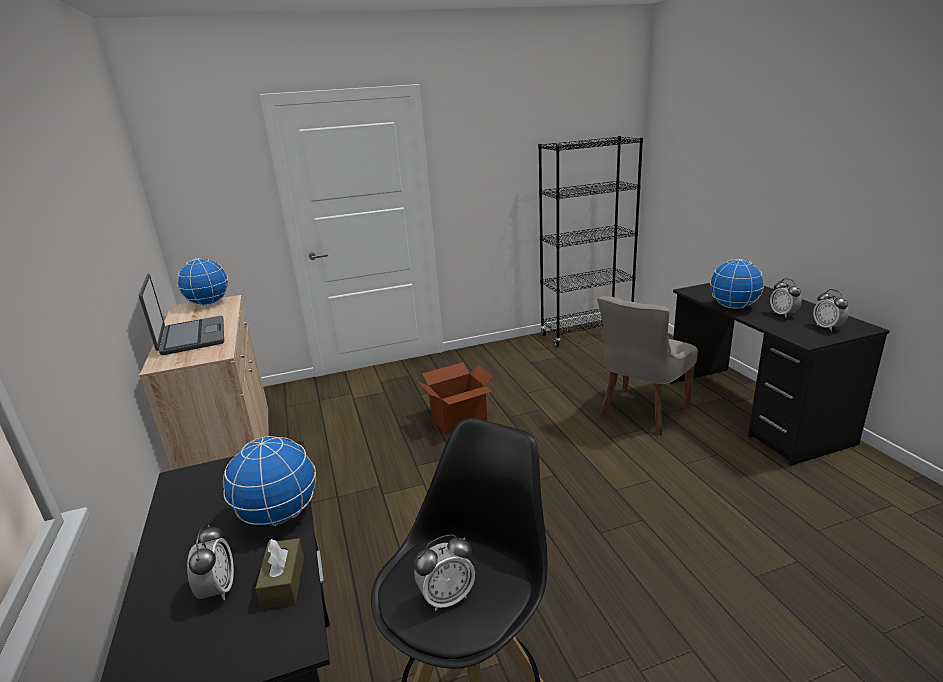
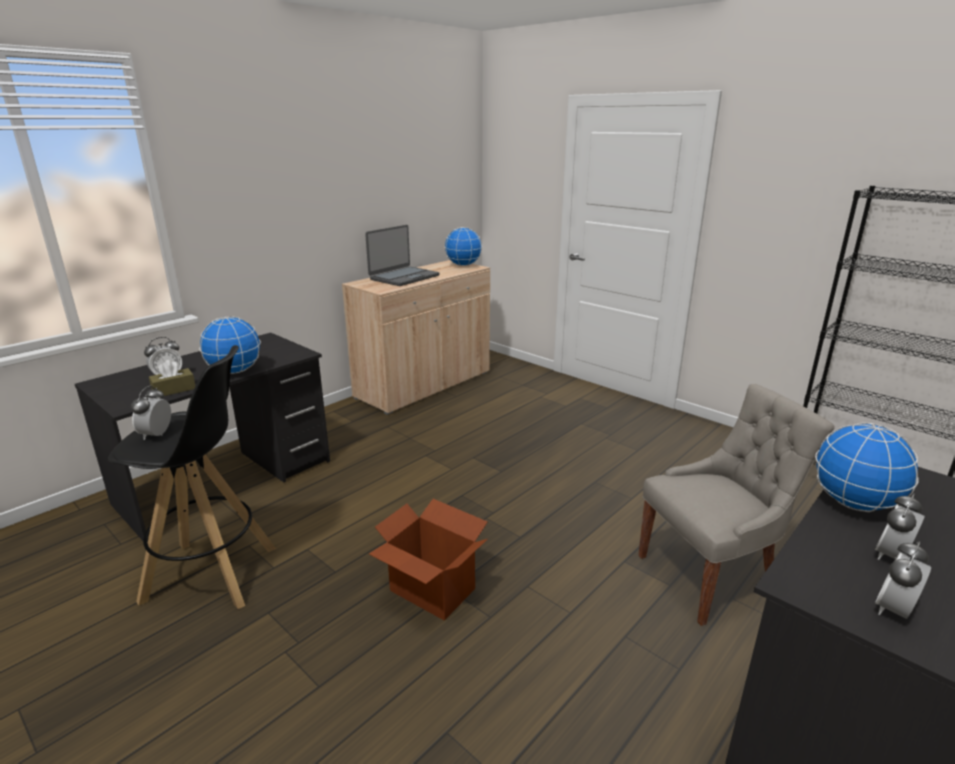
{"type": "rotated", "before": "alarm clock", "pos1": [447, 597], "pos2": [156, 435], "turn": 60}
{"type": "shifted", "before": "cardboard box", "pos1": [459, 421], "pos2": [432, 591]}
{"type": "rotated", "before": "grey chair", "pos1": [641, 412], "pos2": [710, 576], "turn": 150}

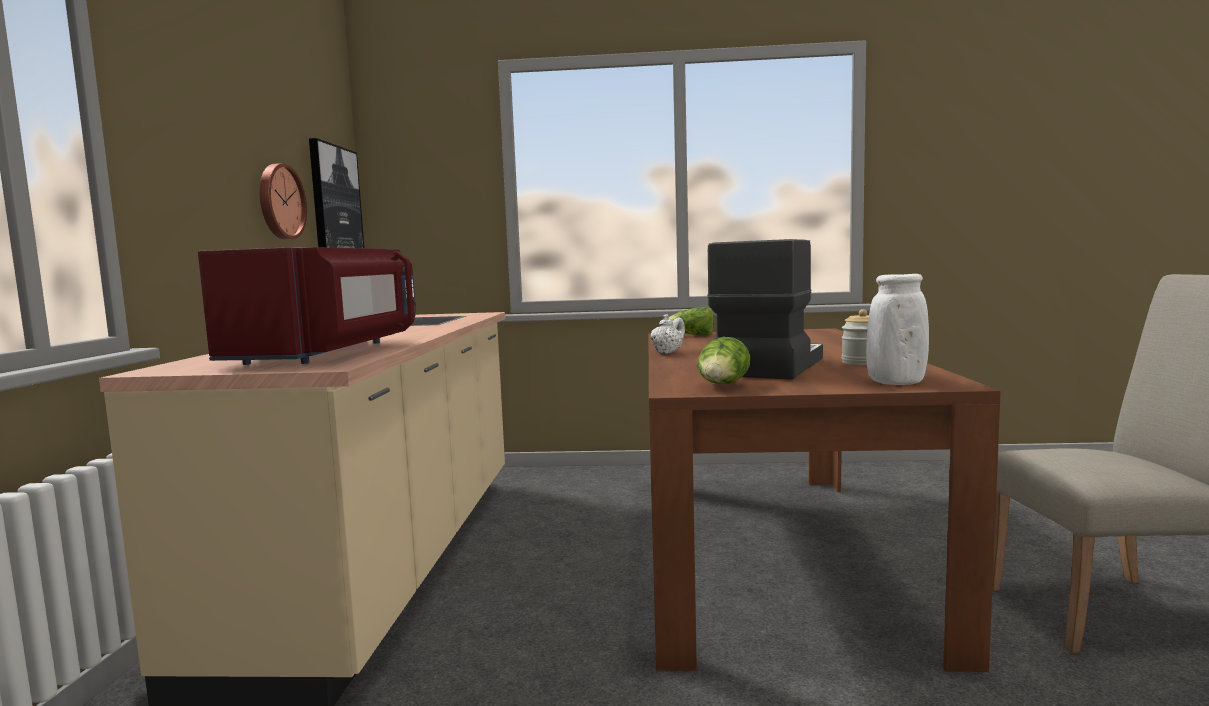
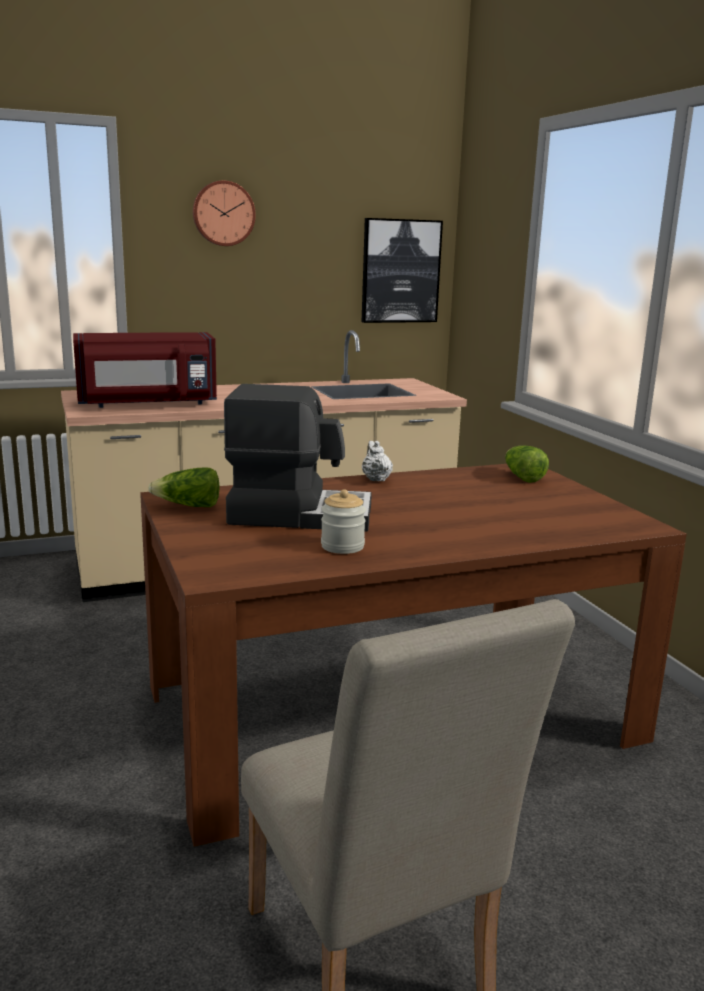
{"type": "shifted", "before": "wall clock", "pos1": [279, 202], "pos2": [223, 213]}
{"type": "rotated", "before": "white teapot", "pos1": [668, 352], "pos2": [376, 479], "turn": -120}
{"type": "gone", "before": "white vase", "pos1": [896, 383]}

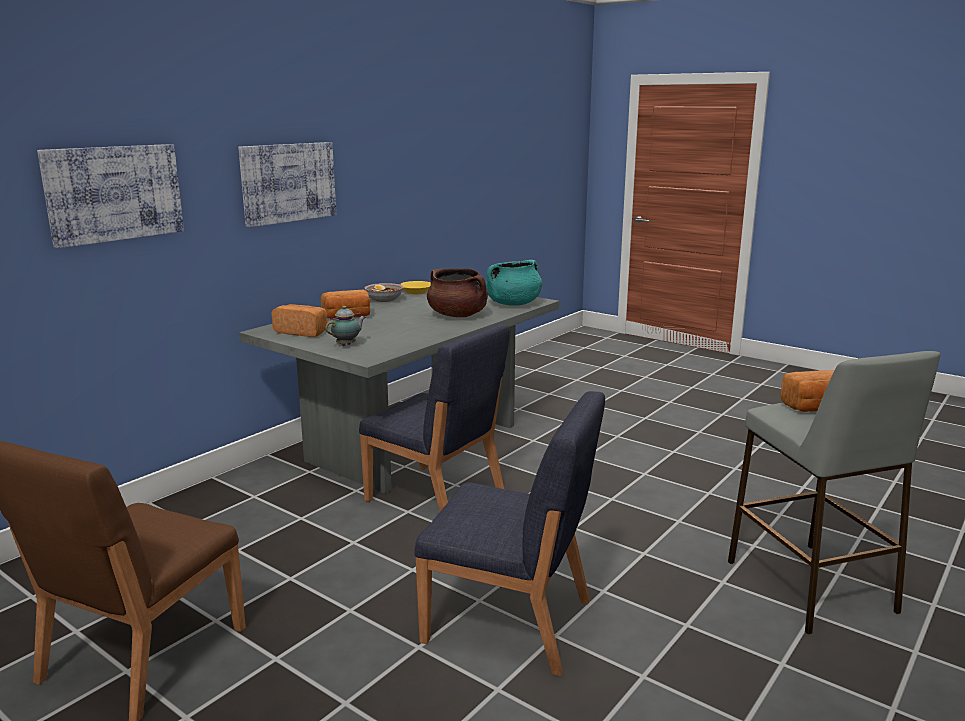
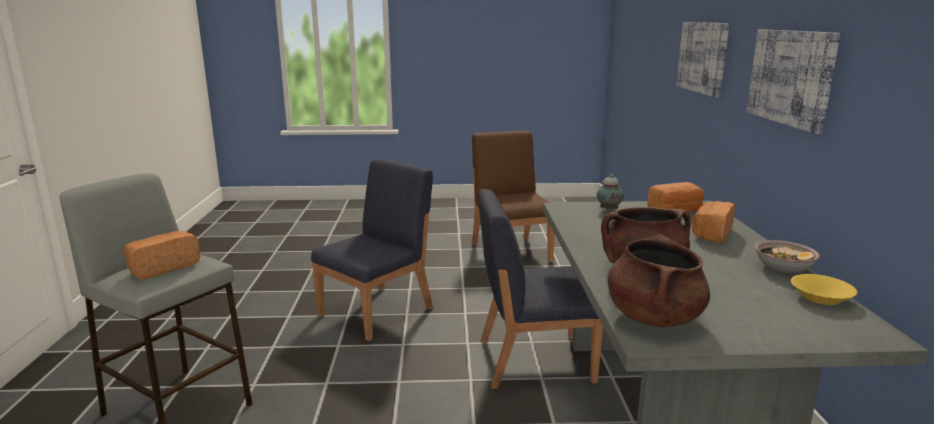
{"type": "rotated", "before": "blue chair", "pos1": [510, 622], "pos2": [377, 311], "turn": 150}
{"type": "repainted", "before": "turquoise cooking pot", "after": "brown cooking pot", "pos1": [513, 304], "pos2": [653, 317]}

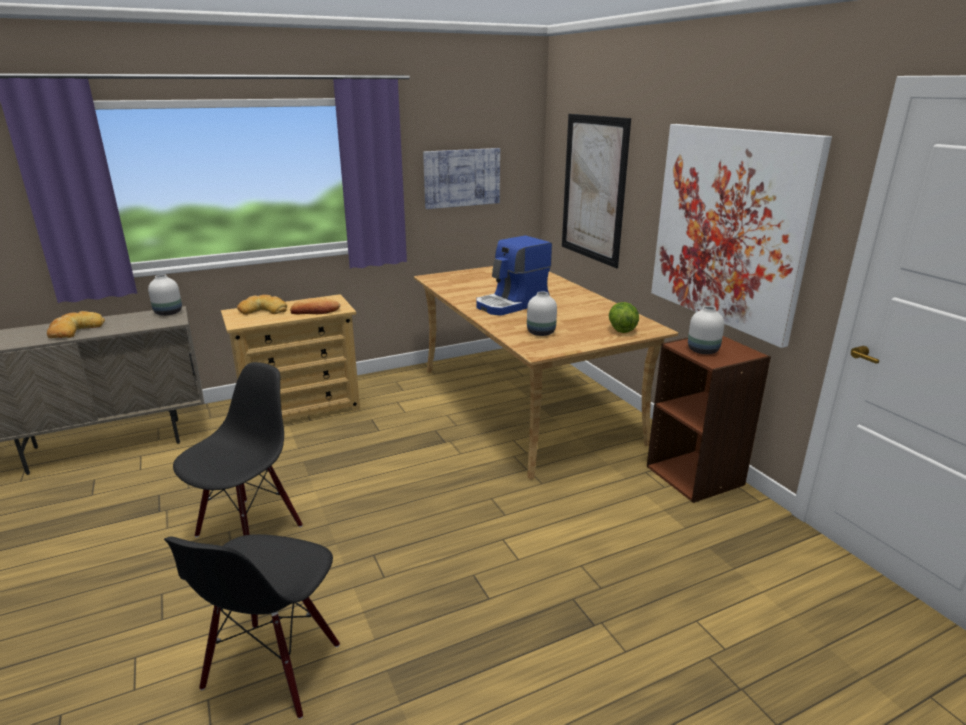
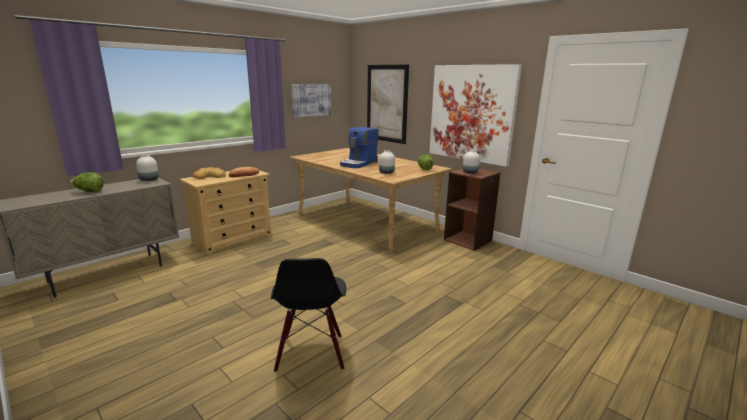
{"type": "swapped", "before": "bread", "after": "lettuce", "pos1": [75, 330], "pos2": [89, 192]}
{"type": "gone", "before": "black chair", "pos1": [249, 529]}

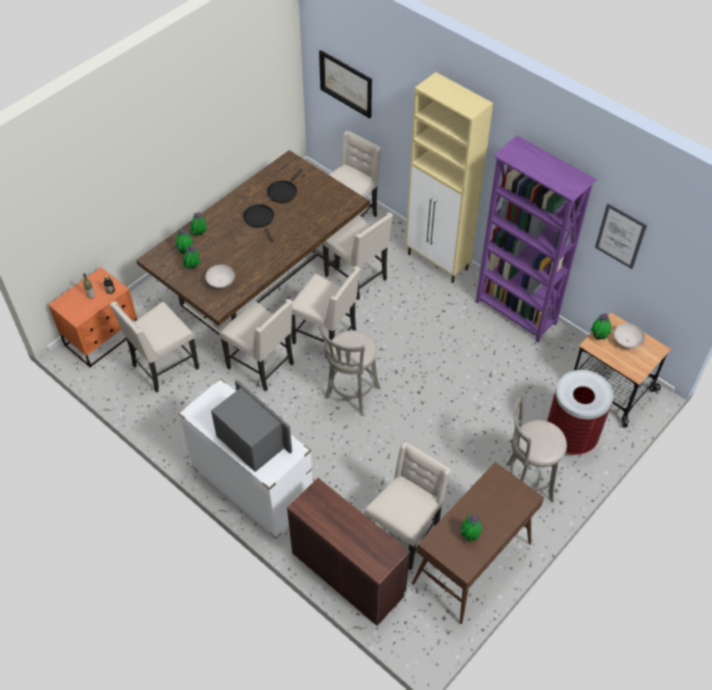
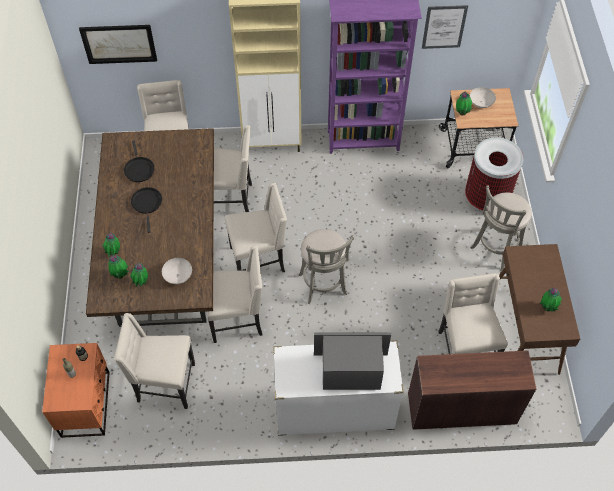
{"type": "rotated", "before": "beige chair", "pos1": [164, 367], "pos2": [164, 384], "turn": 90}
{"type": "rotated", "before": "black frying pan", "pos1": [260, 219], "pos2": [147, 204], "turn": 60}

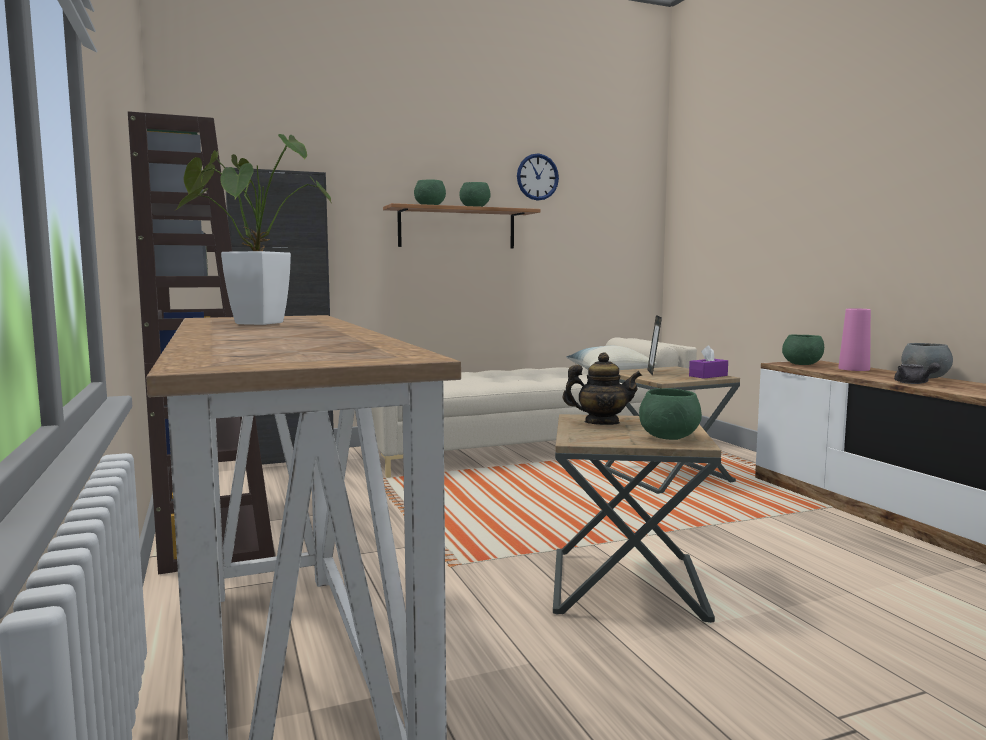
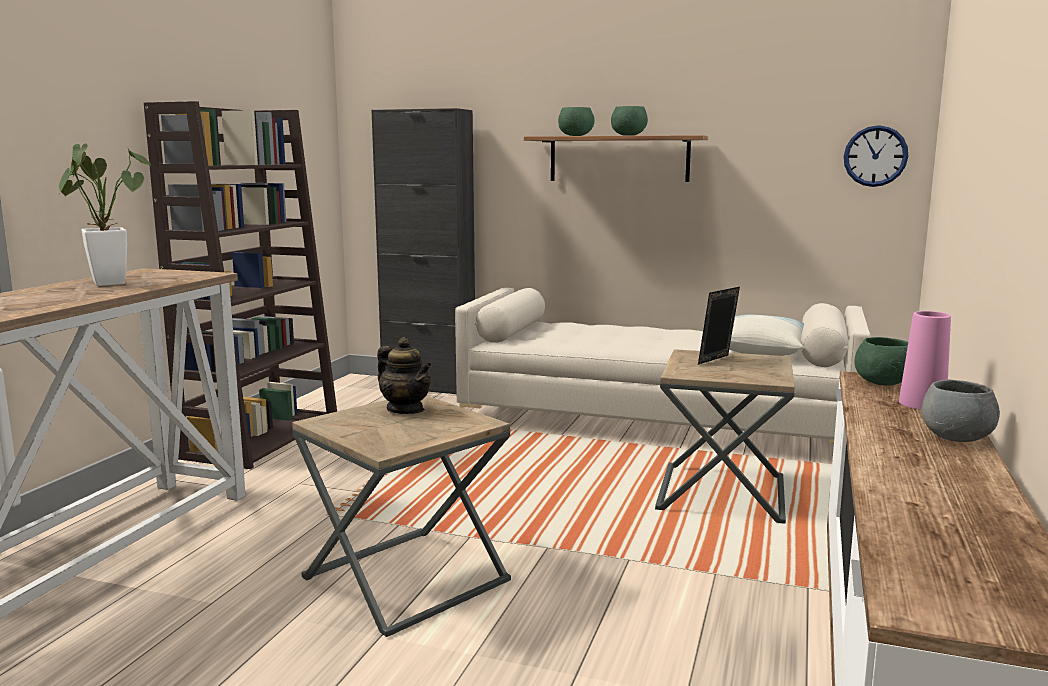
{"type": "shifted", "before": "wall clock", "pos1": [537, 177], "pos2": [875, 156]}
{"type": "gone", "before": "green bowl", "pos1": [668, 438]}
{"type": "gone", "before": "purple tissue box", "pos1": [708, 376]}
{"type": "gone", "before": "grey teapot", "pos1": [914, 383]}

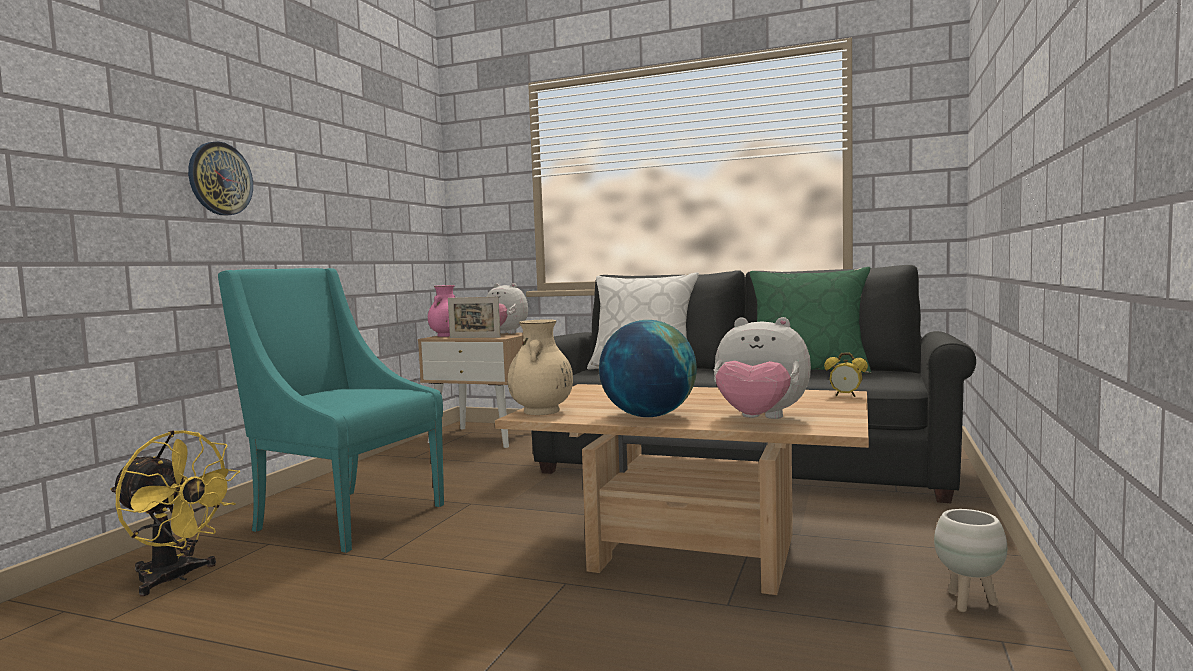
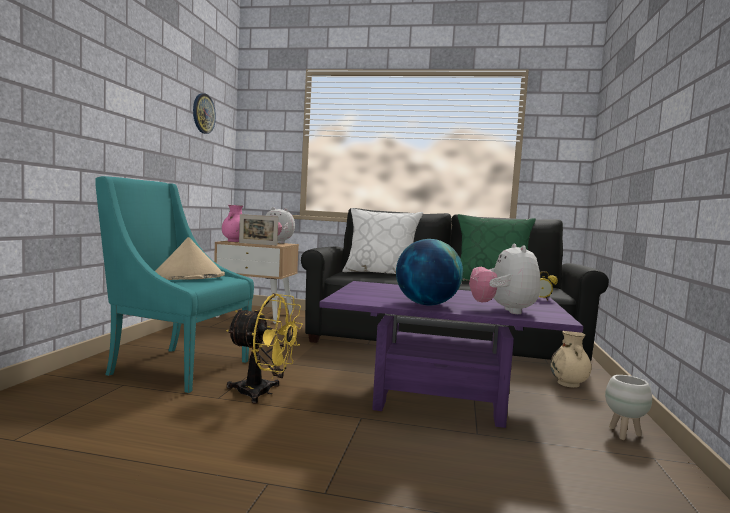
{"type": "new", "after": "beige hat", "pos2": [188, 277]}
{"type": "shifted", "before": "wall clock", "pos1": [220, 179], "pos2": [203, 113]}
{"type": "shifted", "before": "yellow fan", "pos1": [175, 578], "pos2": [262, 393]}
{"type": "repainted", "before": "beige coffee table", "after": "purple coffee table", "pos1": [694, 552], "pos2": [439, 399]}
{"type": "rotated", "before": "plush toy", "pos1": [759, 419], "pos2": [503, 311], "turn": 75}
{"type": "shifted", "before": "beige vase", "pos1": [541, 411], "pos2": [569, 384]}

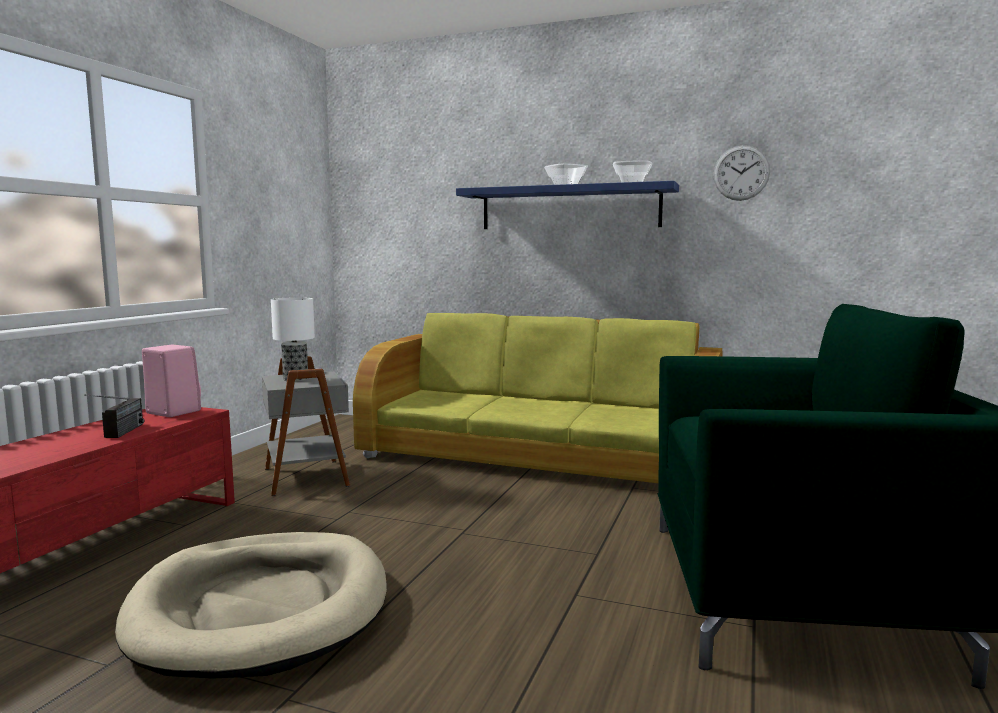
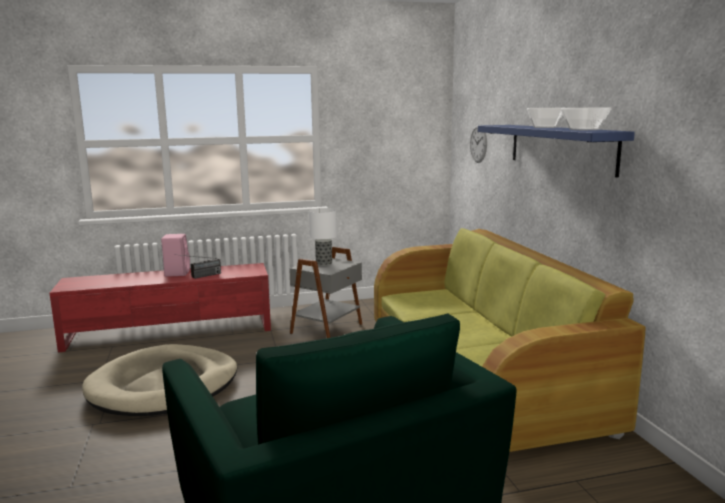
{"type": "shifted", "before": "pink speaker", "pos1": [172, 412], "pos2": [177, 273]}
{"type": "shifted", "before": "wall clock", "pos1": [741, 173], "pos2": [478, 143]}

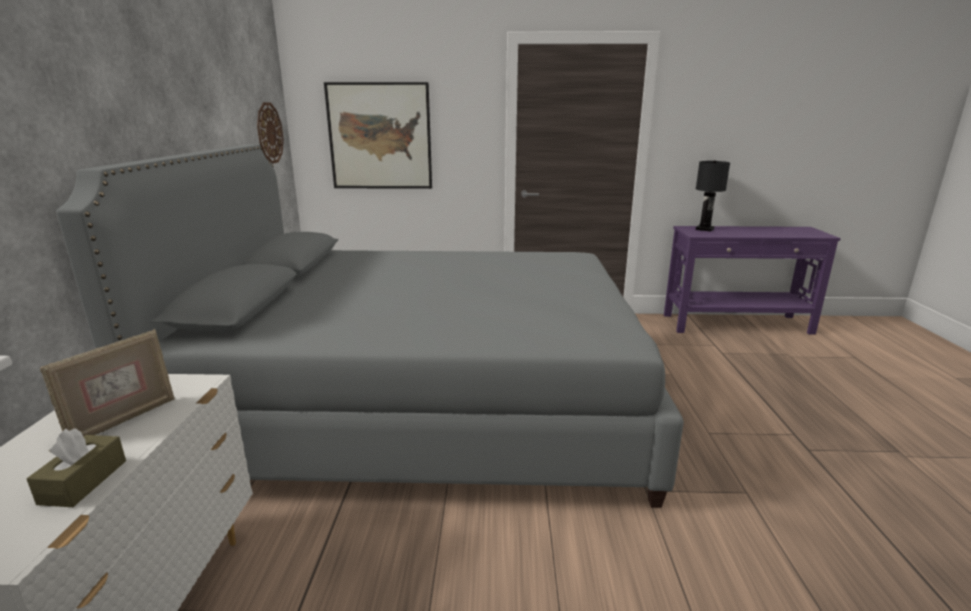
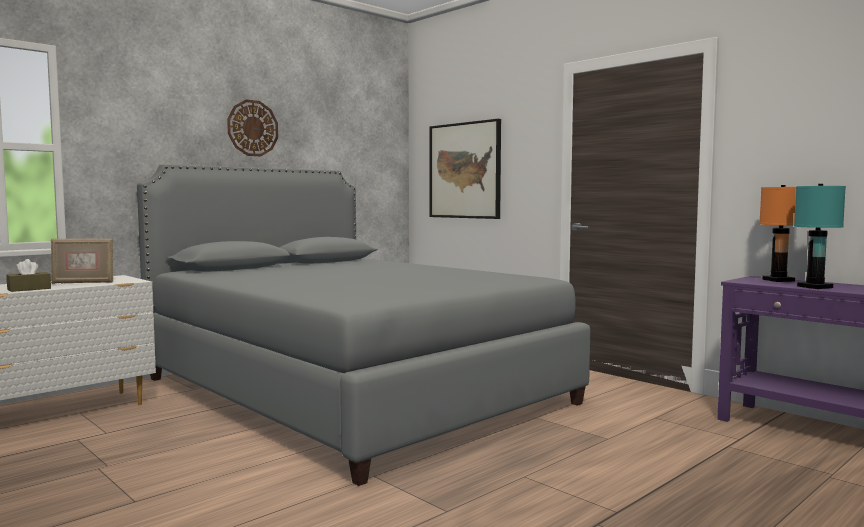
{"type": "shifted", "before": "wall clock", "pos1": [269, 133], "pos2": [252, 128]}
{"type": "repainted", "before": "black table lamp", "after": "orange table lamp", "pos1": [704, 229], "pos2": [777, 280]}
{"type": "new", "after": "turquoise table lamp", "pos2": [814, 287]}

